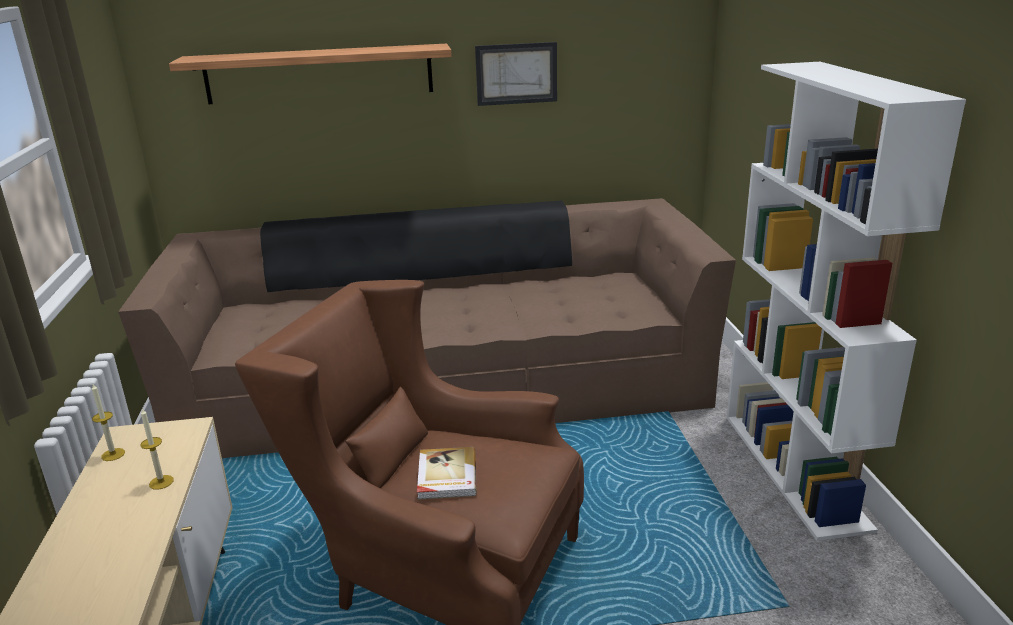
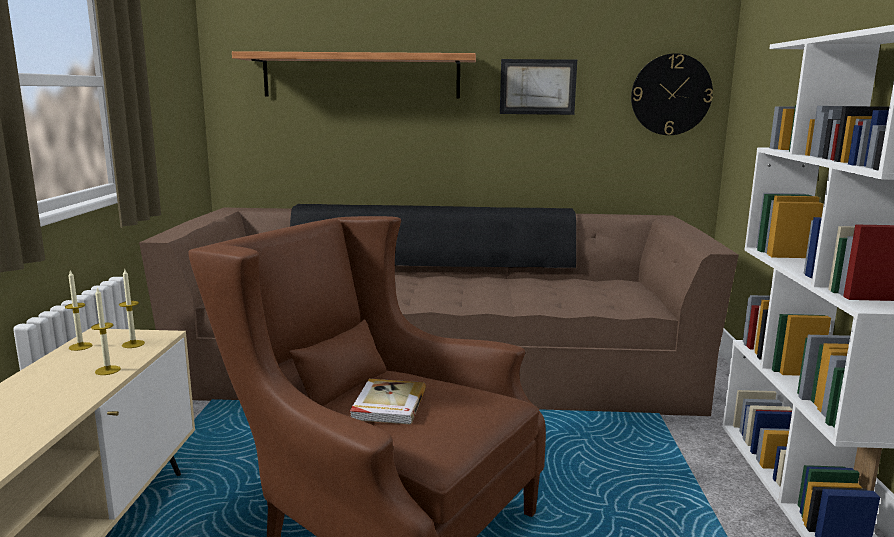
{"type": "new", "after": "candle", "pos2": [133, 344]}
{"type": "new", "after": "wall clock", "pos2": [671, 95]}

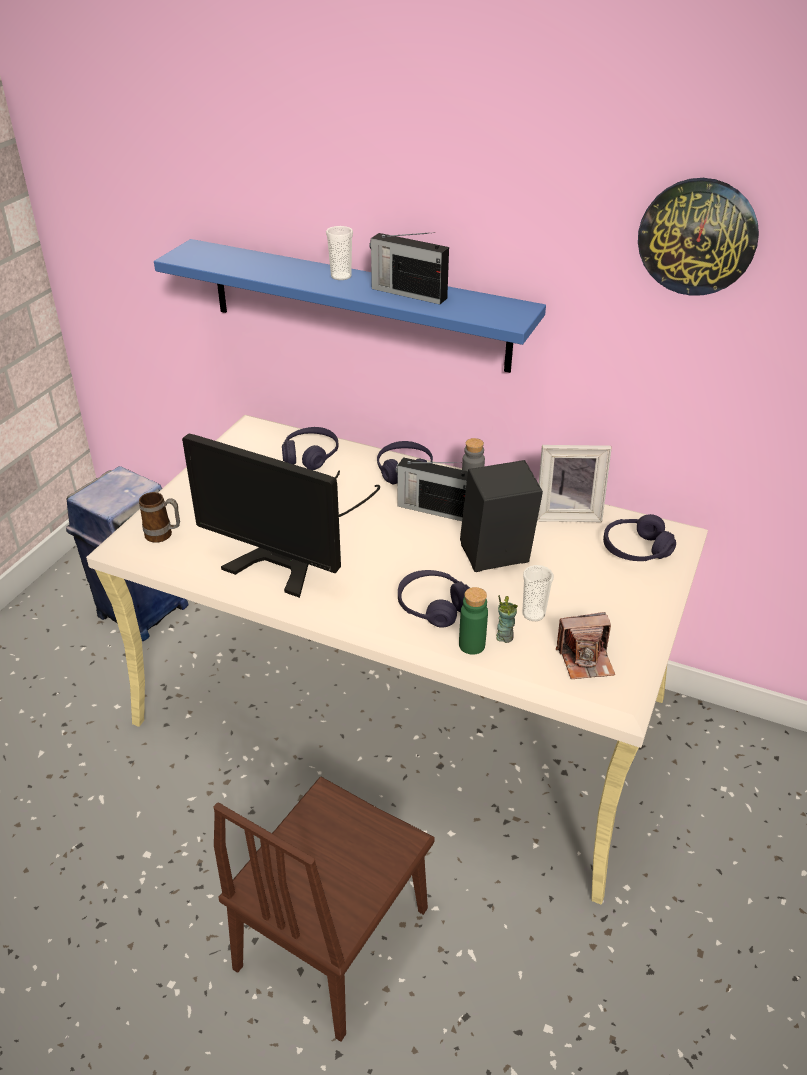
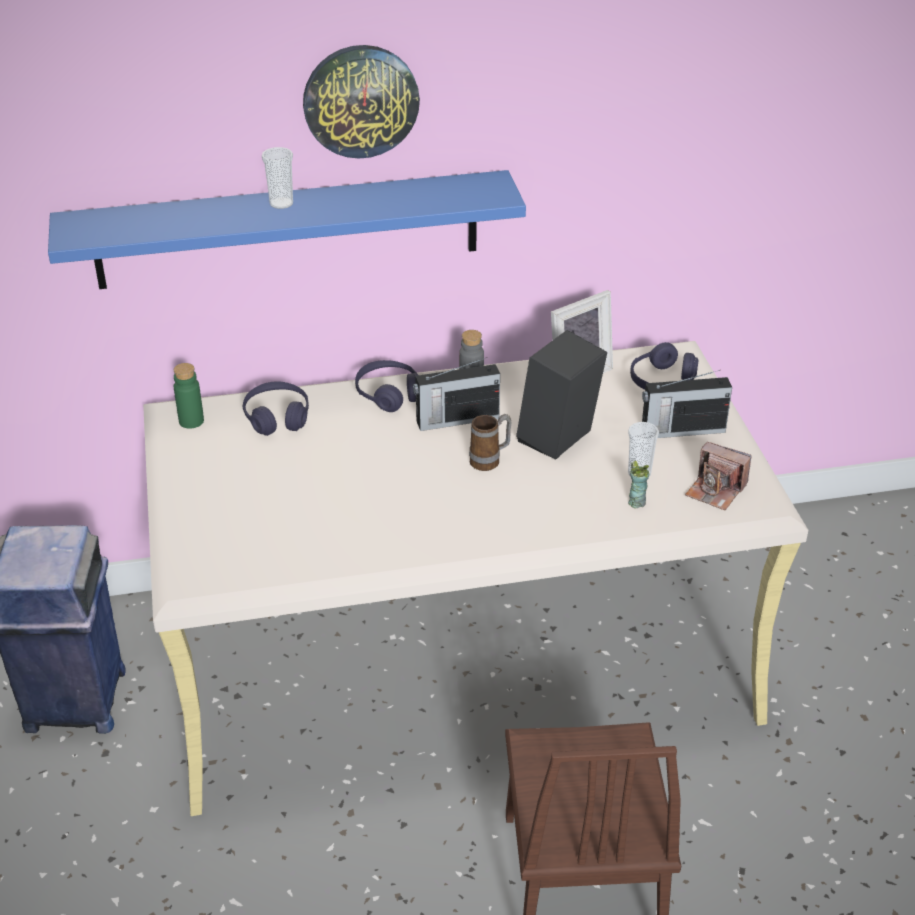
{"type": "shifted", "before": "green bottle", "pos1": [472, 645], "pos2": [191, 421]}
{"type": "shifted", "before": "wall clock", "pos1": [697, 237], "pos2": [360, 101]}
{"type": "shifted", "before": "mug", "pos1": [164, 535], "pos2": [490, 460]}
{"type": "shifted", "before": "radio", "pos1": [407, 293], "pos2": [681, 430]}
{"type": "rotated", "before": "photo camera", "pos1": [585, 659], "pos2": [715, 490], "turn": 75}
{"type": "gone", "before": "monitor", "pos1": [291, 551]}
{"type": "gone", "before": "purple headphones", "pos1": [433, 606]}

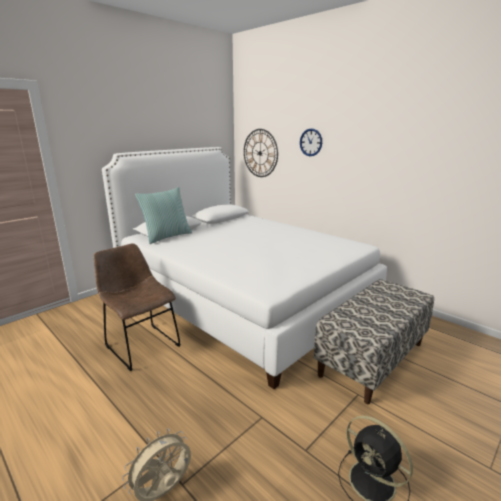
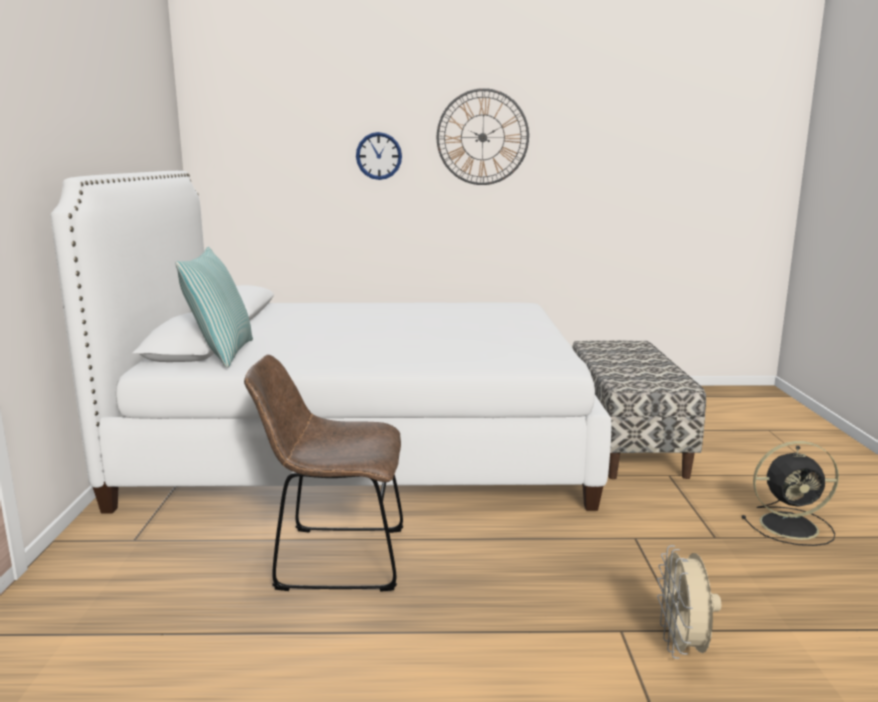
{"type": "shifted", "before": "wall clock", "pos1": [260, 153], "pos2": [482, 137]}

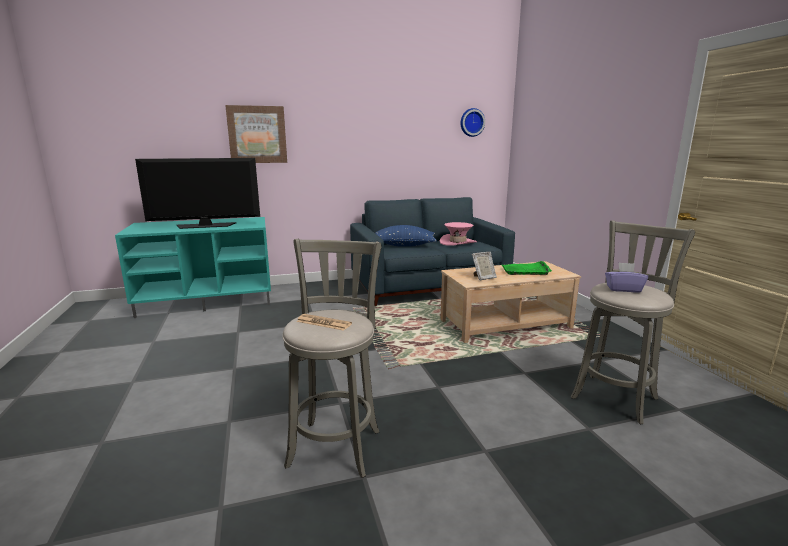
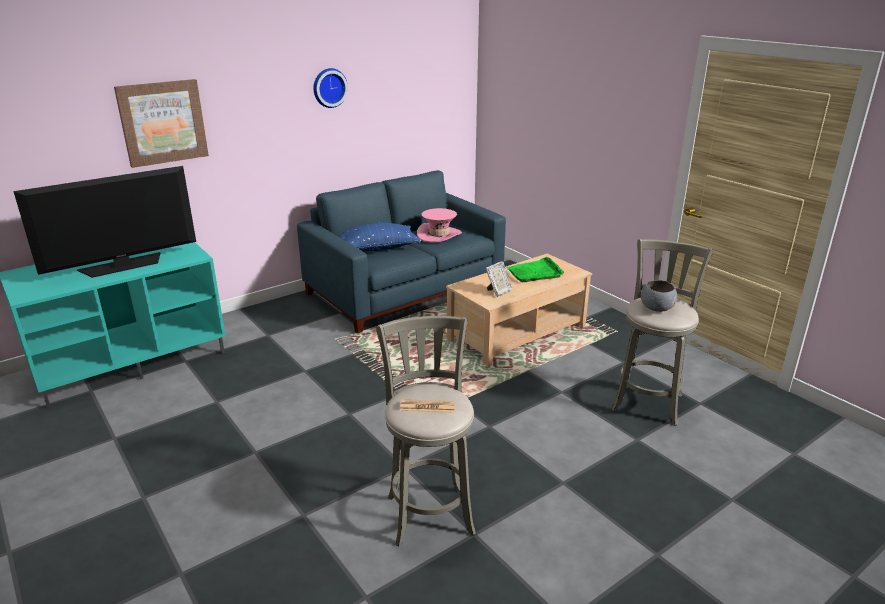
{"type": "shifted", "before": "wall clock", "pos1": [471, 122], "pos2": [329, 87]}
{"type": "swapped", "before": "purple tissue box", "after": "grey bowl", "pos1": [623, 289], "pos2": [656, 308]}

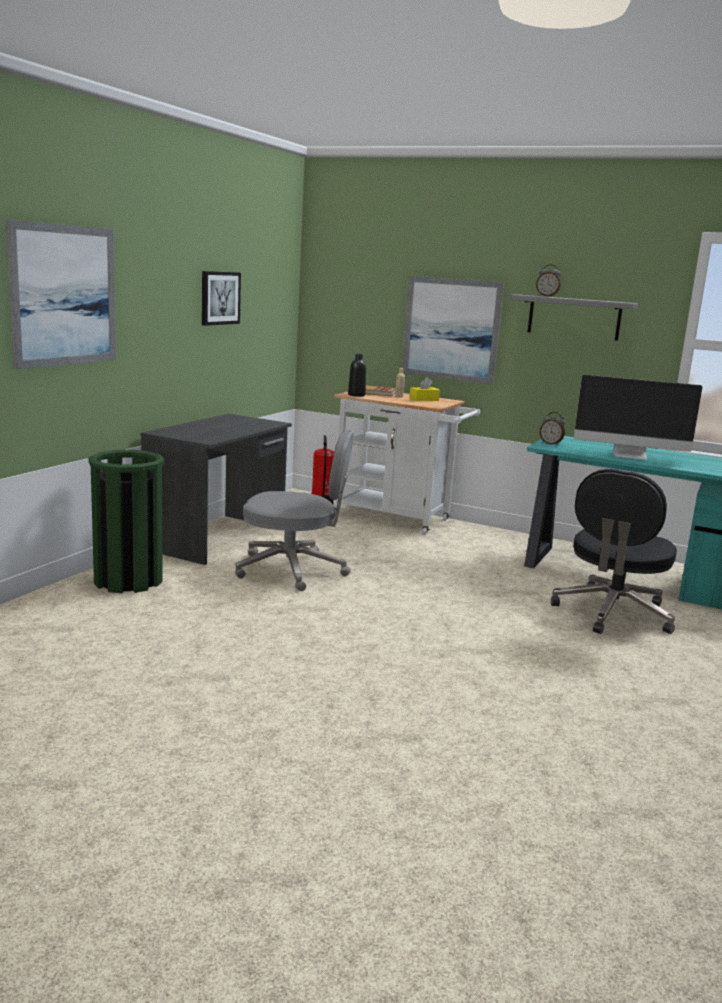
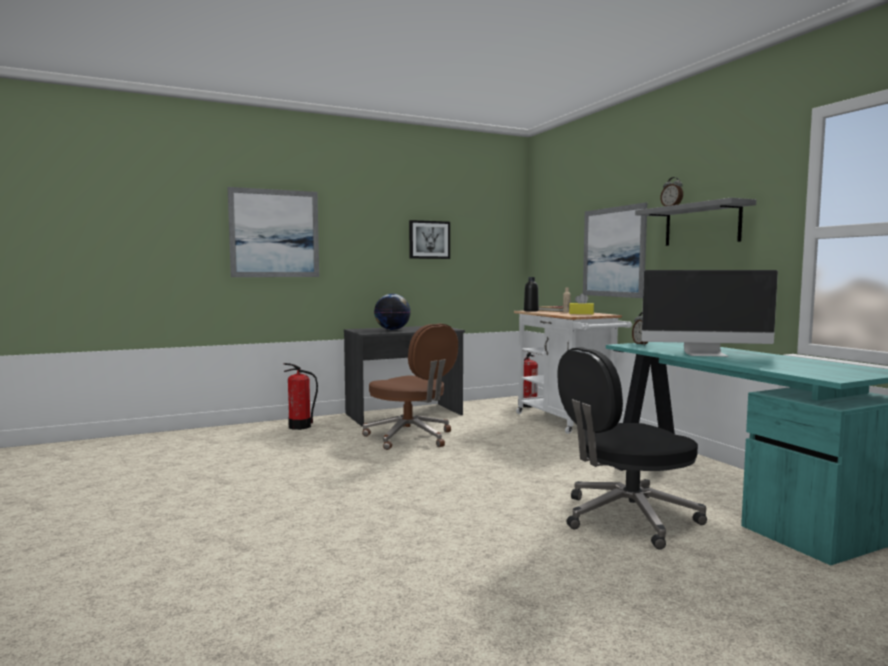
{"type": "swapped", "before": "green trash can", "after": "fire extinguisher", "pos1": [128, 580], "pos2": [300, 426]}
{"type": "repainted", "before": "grey office chair", "after": "brown office chair", "pos1": [293, 570], "pos2": [411, 438]}
{"type": "new", "after": "globe", "pos2": [392, 329]}
{"type": "rotated", "before": "monitor", "pos1": [630, 455], "pos2": [706, 354], "turn": -45}

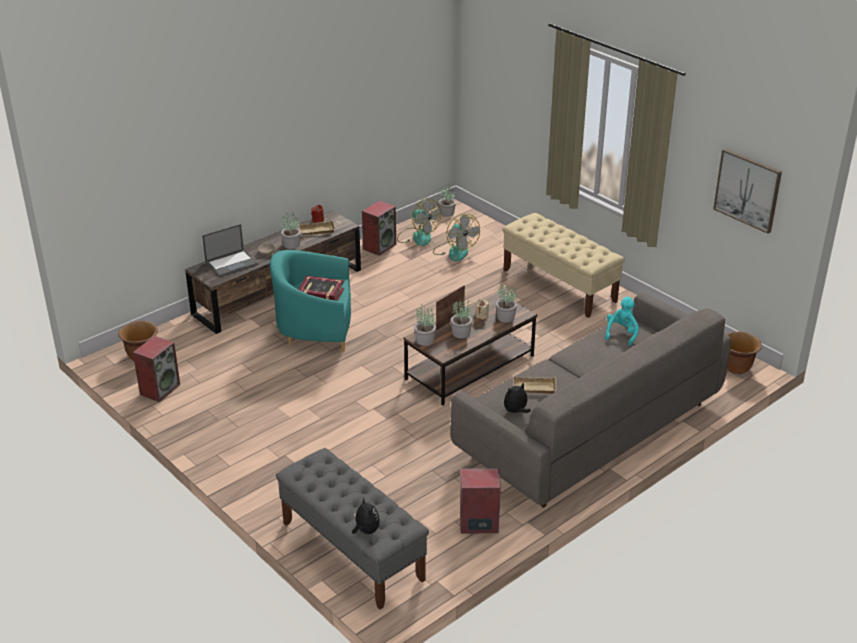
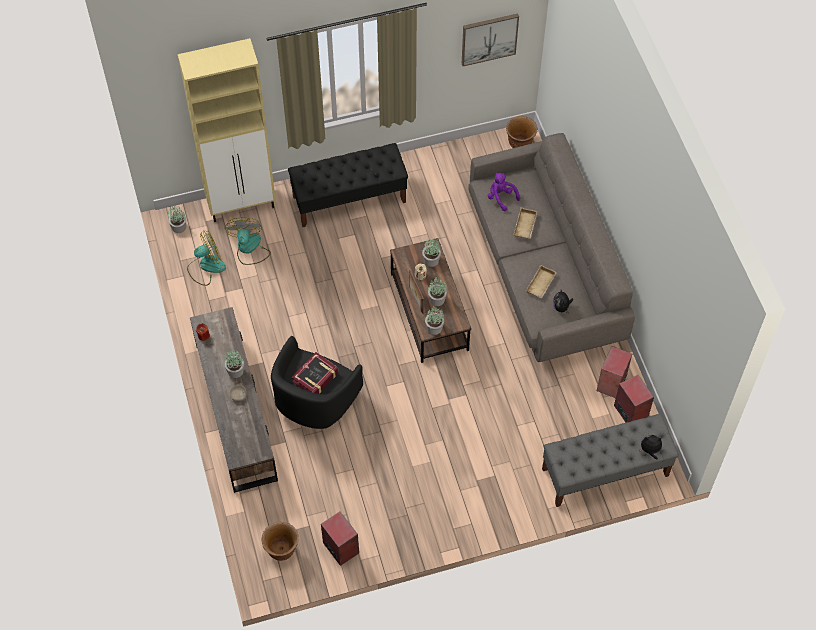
{"type": "new", "after": "beige cabinet", "pos2": [242, 204]}
{"type": "rotated", "before": "fan", "pos1": [455, 251], "pos2": [249, 249], "turn": -90}
{"type": "repainted", "before": "turquoise armchair", "after": "black armchair", "pos1": [316, 330], "pos2": [315, 401]}
{"type": "repainted", "before": "beige bench", "after": "black bench", "pos1": [559, 286], "pos2": [349, 199]}
{"type": "repainted", "before": "turquoise plush toy", "after": "purple plush toy", "pos1": [621, 333], "pos2": [501, 197]}
{"type": "shifted", "before": "beige tray", "pos1": [316, 231], "pos2": [526, 226]}
{"type": "shifted", "before": "speaker", "pos1": [379, 246], "pos2": [630, 411]}
{"type": "gone", "before": "laptop", "pos1": [232, 263]}

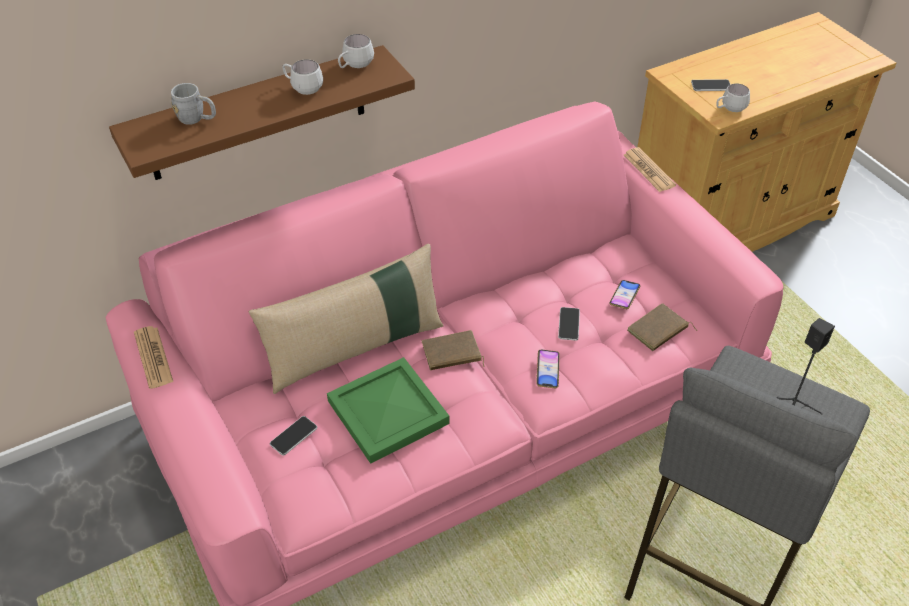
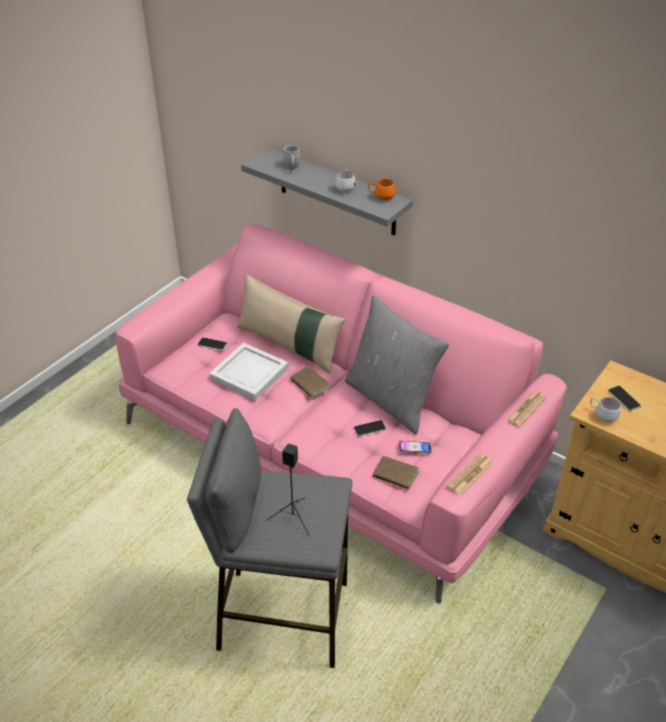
{"type": "repainted", "before": "green tray", "after": "white tray", "pos1": [387, 414], "pos2": [248, 373]}
{"type": "repainted", "before": "brown shelf", "after": "grey shelf", "pos1": [257, 114], "pos2": [337, 192]}
{"type": "new", "after": "grey pillow", "pos2": [391, 399]}
{"type": "repainted", "before": "white mug", "after": "orange mug", "pos1": [354, 66], "pos2": [381, 197]}
{"type": "shifted", "before": "newspaper", "pos1": [153, 357], "pos2": [470, 475]}
{"type": "gone", "before": "phone", "pos1": [547, 371]}

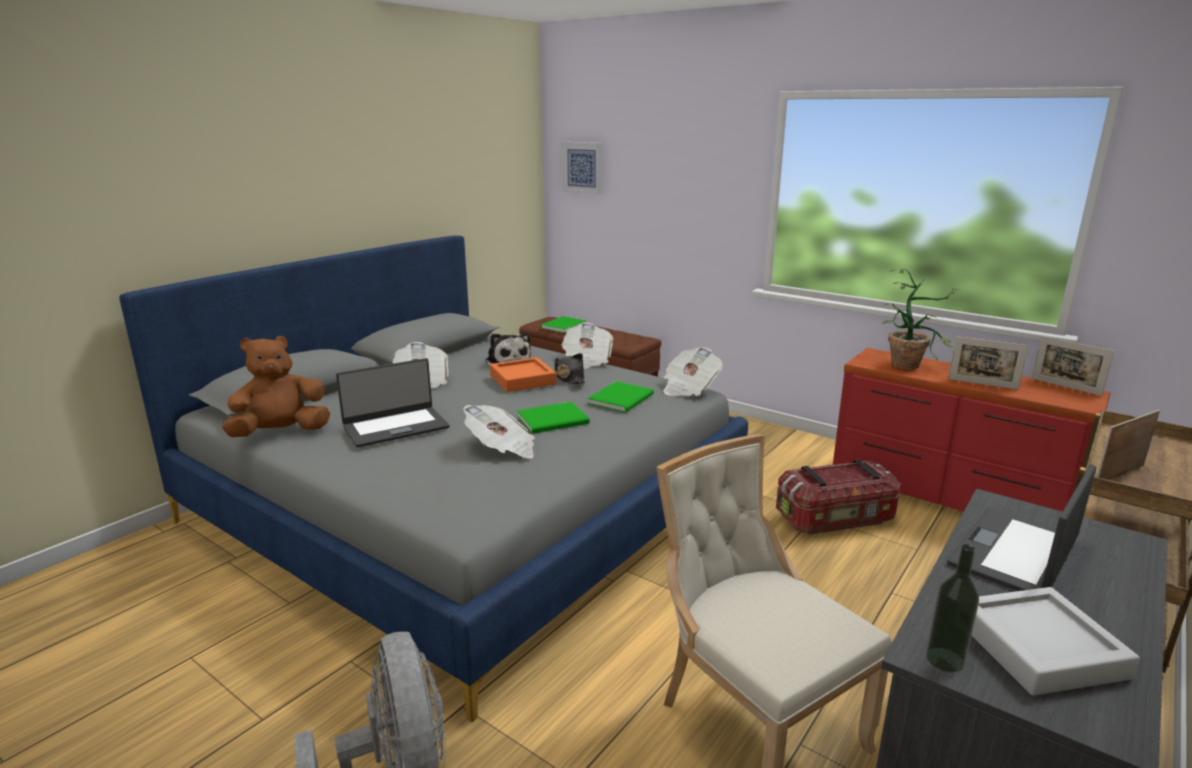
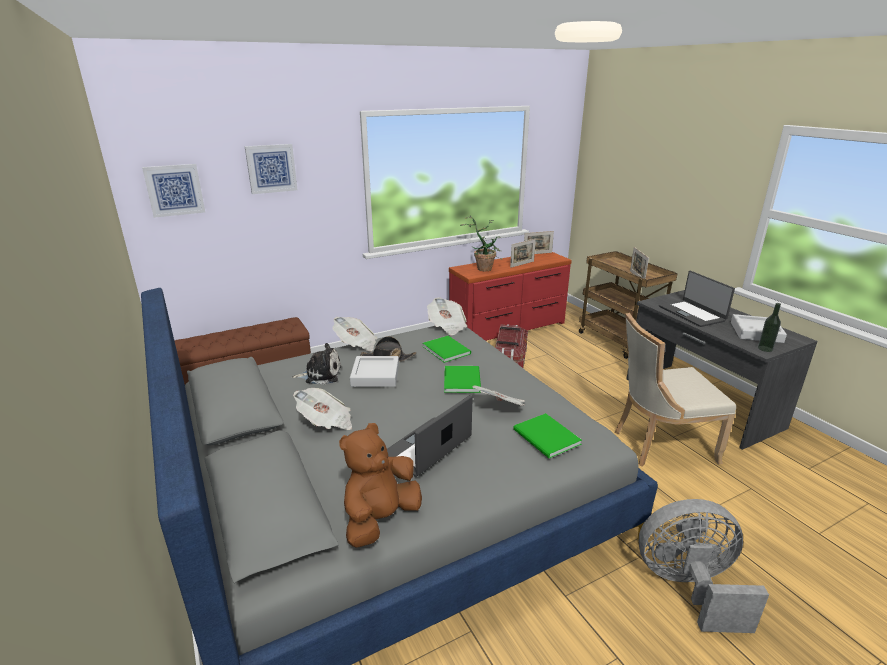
{"type": "new", "after": "picture", "pos2": [271, 168]}
{"type": "rotated", "before": "brown plush toy", "pos1": [281, 433], "pos2": [380, 519], "turn": 45}
{"type": "repainted", "before": "orange tray", "after": "grey tray", "pos1": [523, 380], "pos2": [375, 375]}
{"type": "rotated", "before": "laptop", "pos1": [395, 427], "pos2": [427, 447], "turn": -135}
{"type": "shifted", "before": "green book", "pos1": [562, 326], "pos2": [546, 438]}

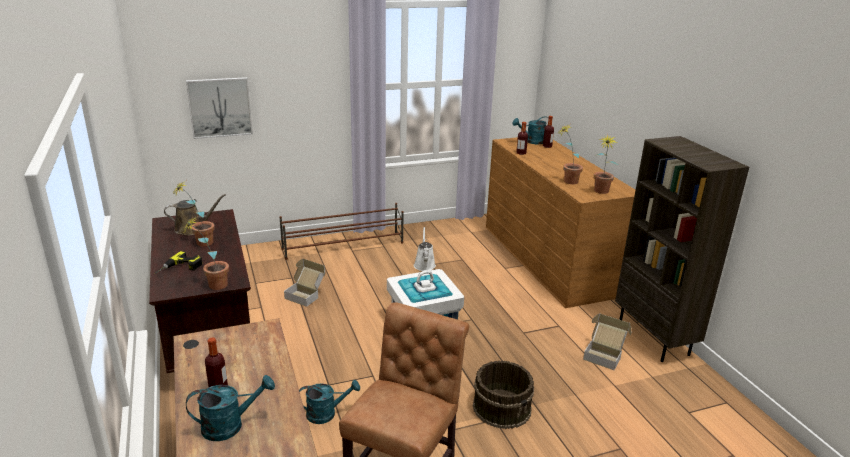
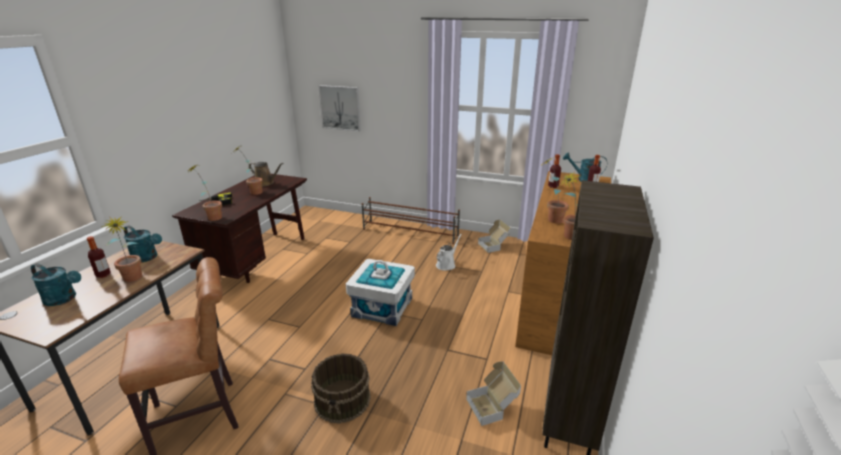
{"type": "new", "after": "potted plant", "pos2": [133, 279]}
{"type": "shifted", "before": "turquoise watering can", "pos1": [326, 413], "pos2": [147, 258]}
{"type": "shifted", "before": "cardboard box", "pos1": [306, 295], "pos2": [494, 246]}

